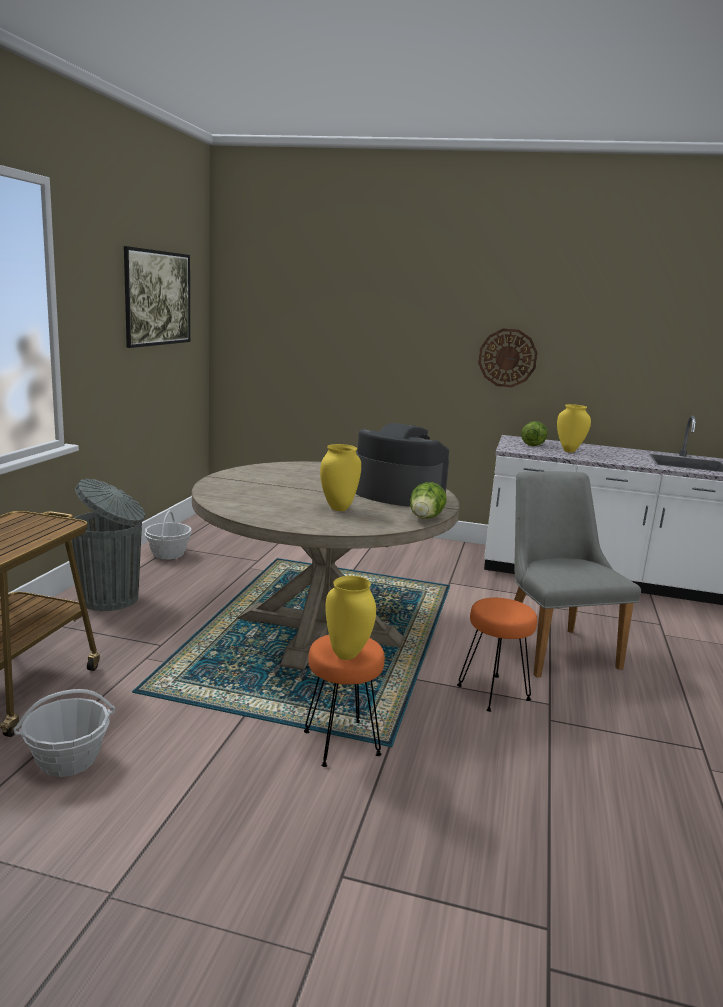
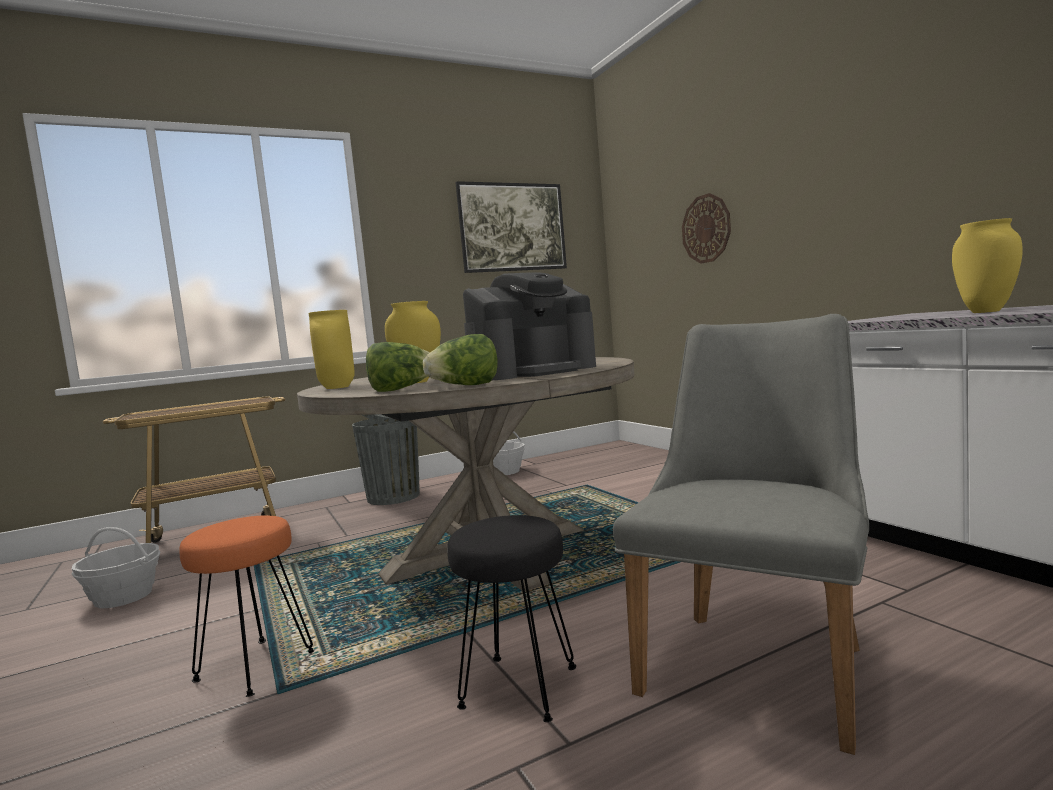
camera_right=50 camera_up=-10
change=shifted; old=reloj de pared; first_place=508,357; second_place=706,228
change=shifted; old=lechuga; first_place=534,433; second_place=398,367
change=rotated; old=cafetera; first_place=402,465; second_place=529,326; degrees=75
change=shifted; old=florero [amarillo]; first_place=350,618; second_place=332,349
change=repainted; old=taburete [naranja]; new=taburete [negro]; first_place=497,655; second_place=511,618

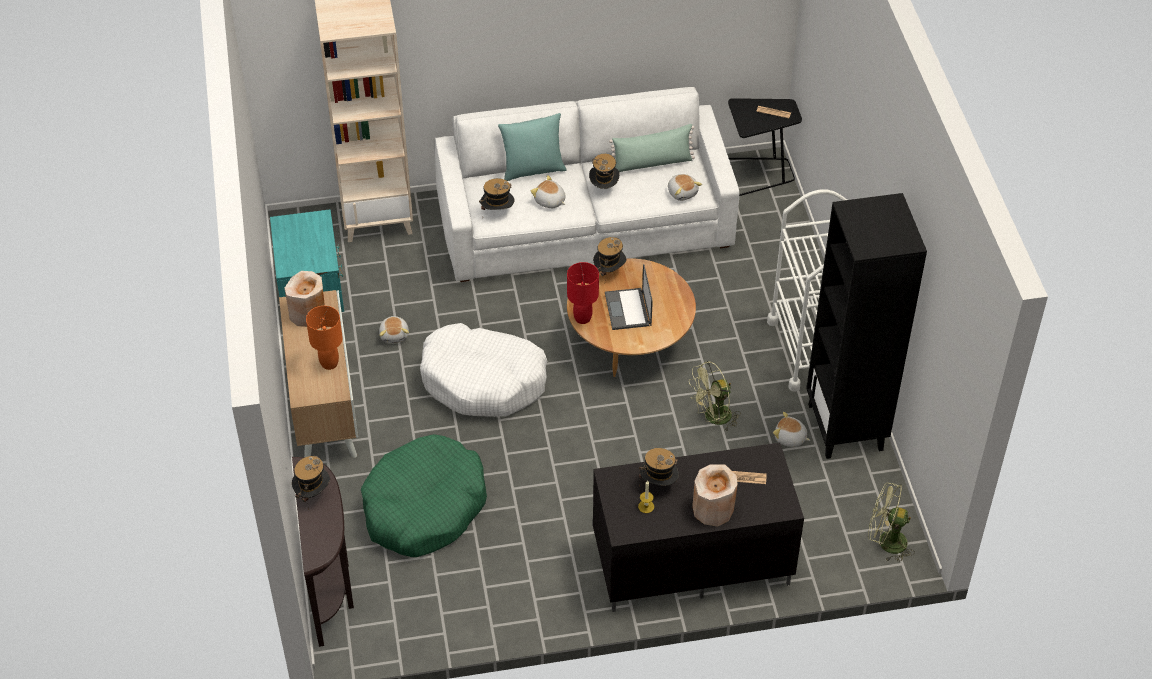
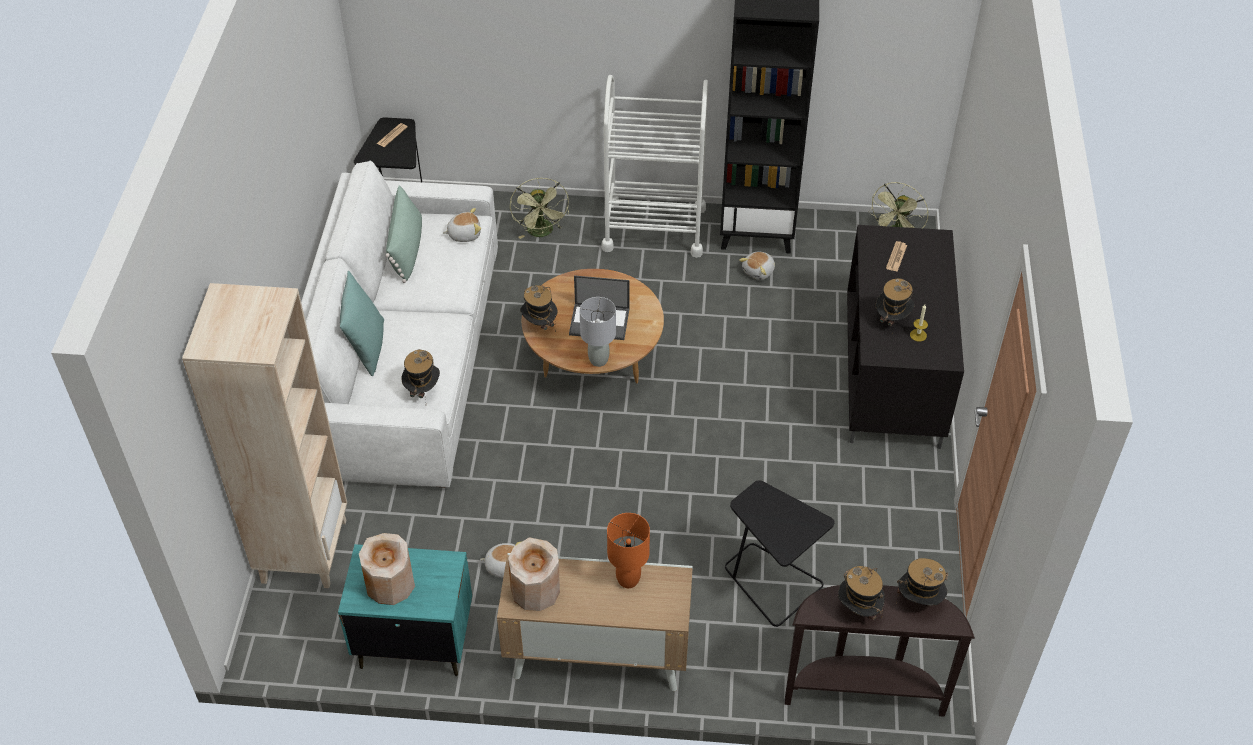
camera_right=-75 camera_up=0
change=shifted; old=sombrero; first_place=604,171; second_place=922,582
change=gone; old=peluche; first_place=548,191
change=repainted; old=lámpara de mesa [rojo]; new=lámpara de mesa [gris]; first_place=583,293; second_place=598,332
change=gone; old=cama para perro [blanco]; first_place=483,370
change=shifted; old=ventilador [verde]; first_place=715,396; second_place=539,208
change=swapped; old=cama para perro [verde]; new=mesa auxiliar [negro]; first_place=424,495; second_place=780,553
change=shifted; old=florero [beis]; first_place=715,495; second_place=387,569

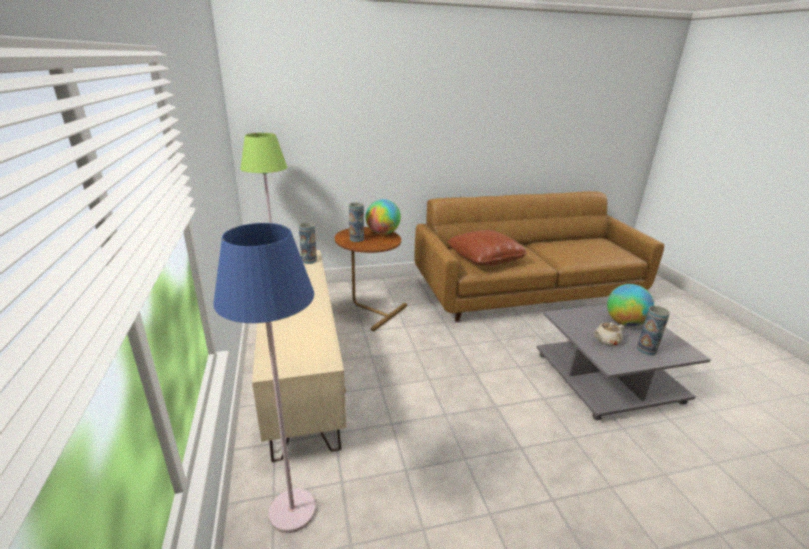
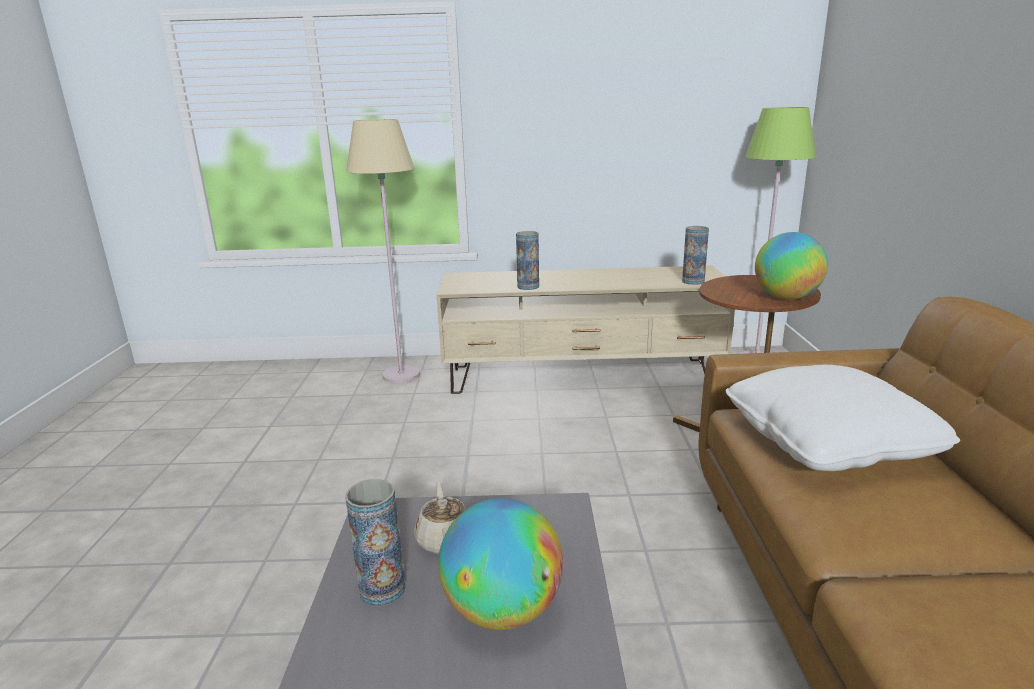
camera_right=105 camera_up=-5
change=shifted; old=florero; first_place=356,222; second_place=527,260
change=repainted; old=lámpara de pie [azul]; new=lámpara de pie [beis]; first_place=264,378; second_place=383,251
change=repainted; old=cojín [marrón]; new=cojín [blanco]; first_place=487,248; second_place=842,418

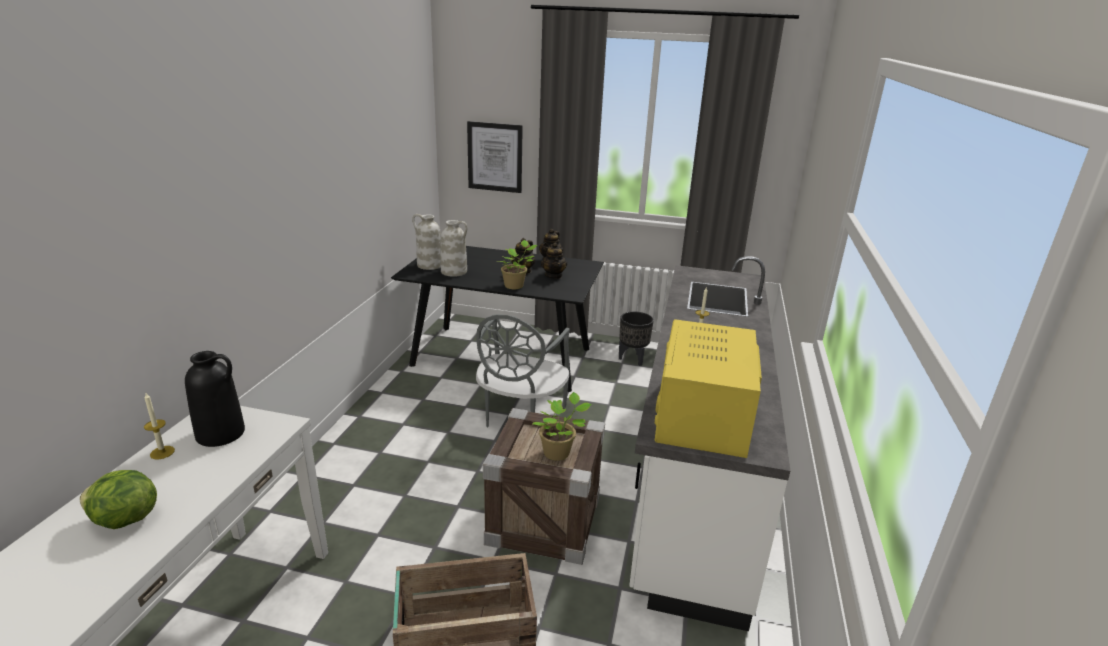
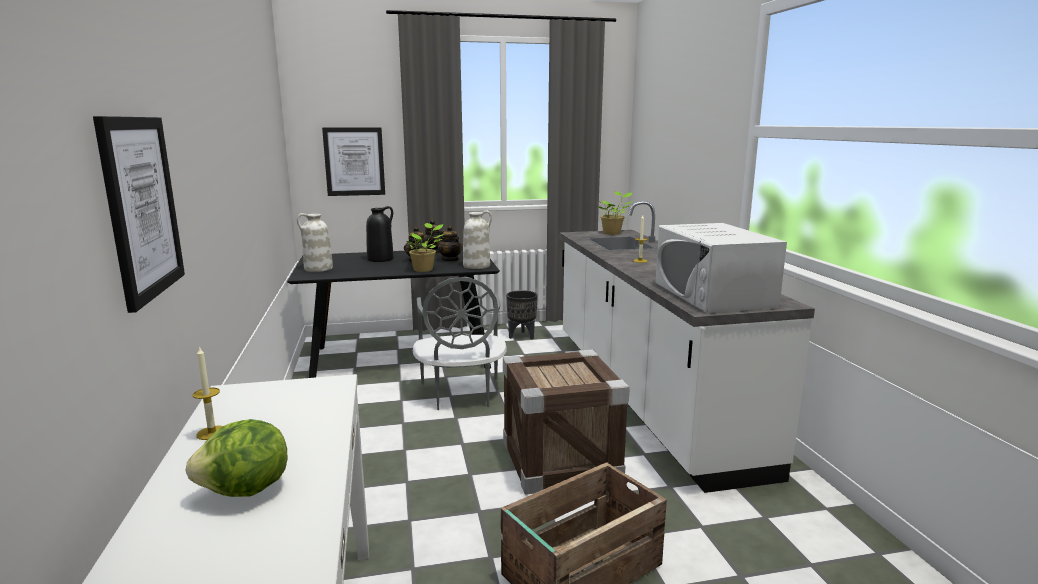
camera_right=-25 camera_up=-10
change=shifted; old=florero [blanco]; first_place=453,248; second_place=477,239
change=repainted; old=microondas [amarillo]; new=microondas [blanco]; first_place=708,388; second_place=721,268
change=shifted; old=florero [negro]; first_place=215,399; second_place=380,234
change=shifted; old=planta en maceta; first_place=562,426; second_place=615,213
change=new; new=cuadro; second_place=139,214

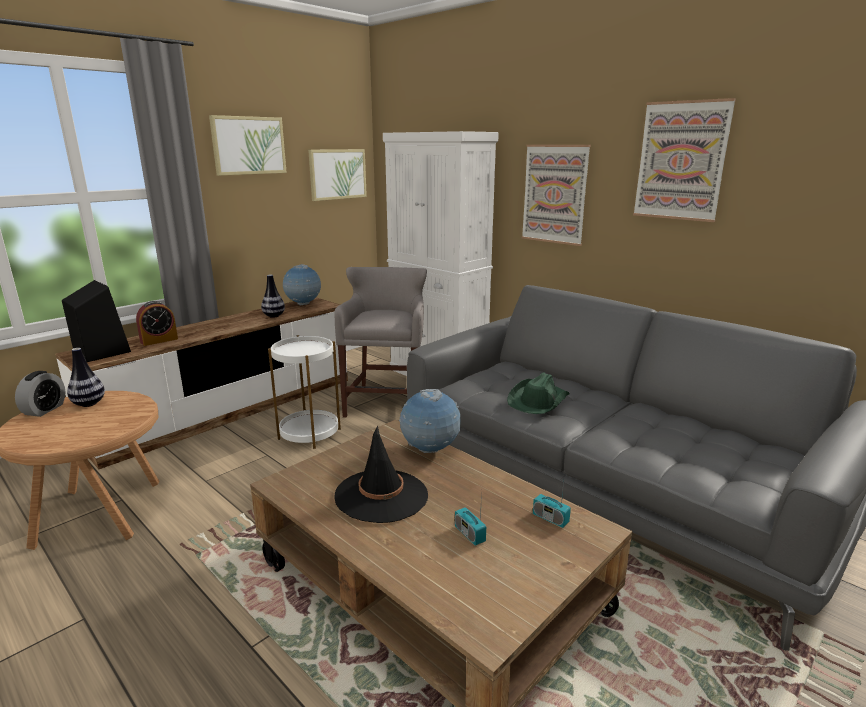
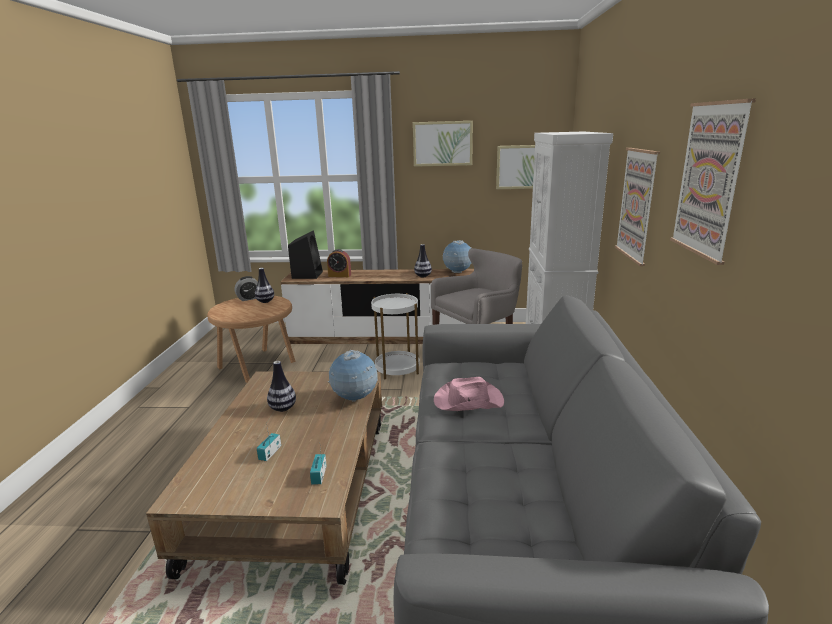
camera_right=50 camera_up=0
change=repainted; old=sombrero [verde]; new=sombrero [rosa]; first_place=538,393; second_place=469,394
change=swapped; old=sombrero [negro]; new=florero; first_place=381,474; second_place=281,386

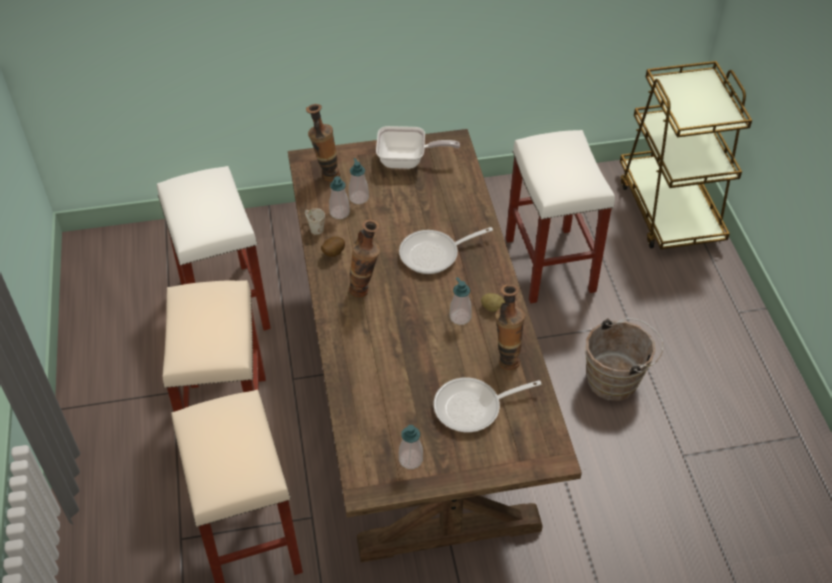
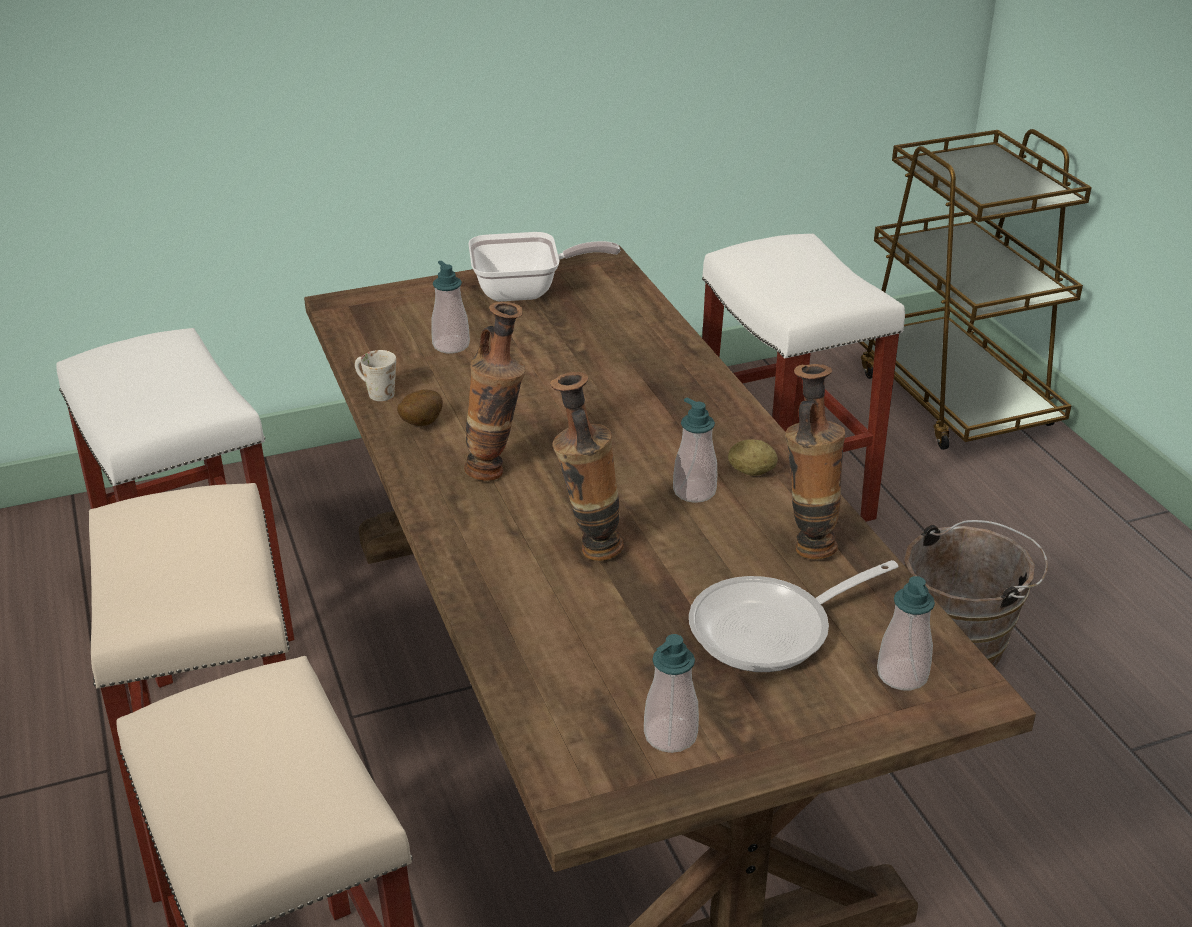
camera_right=-10 camera_up=-15
change=shifted; old=florero; first_place=323,142; second_place=587,466
change=shifted; old=dispensador de jabón; first_place=339,197; second_place=906,633
change=gone; old=sartén; first_place=446,250

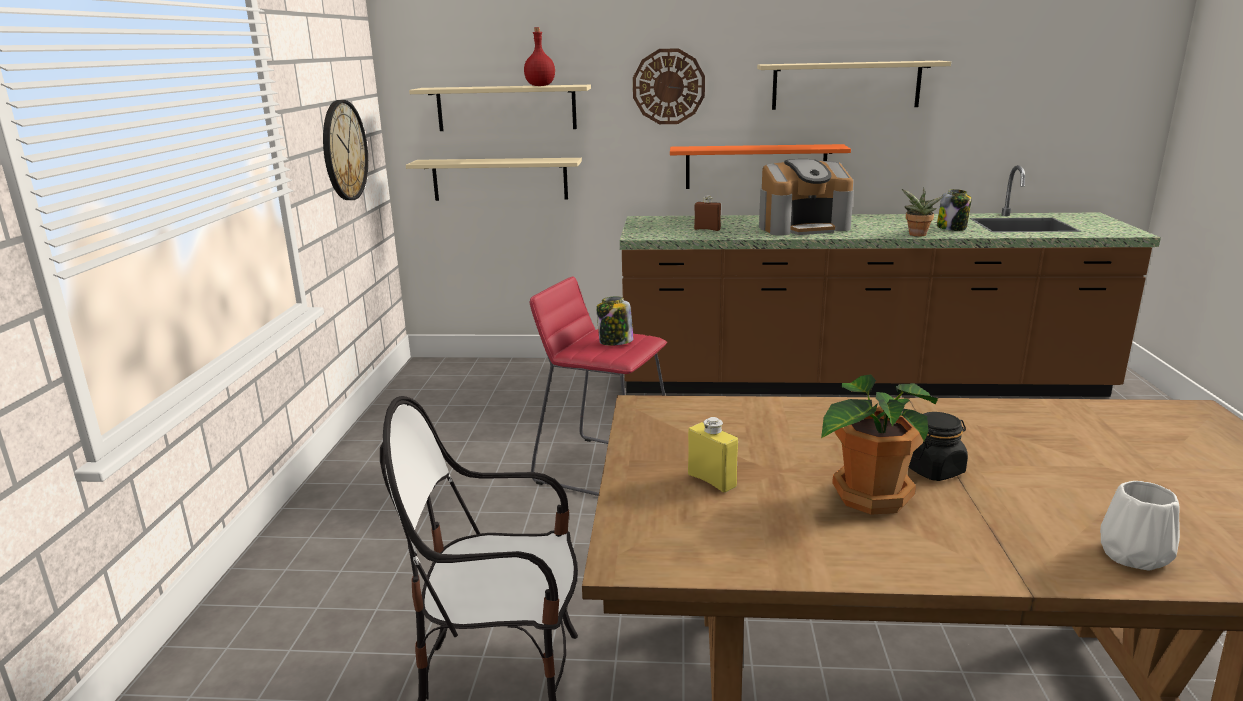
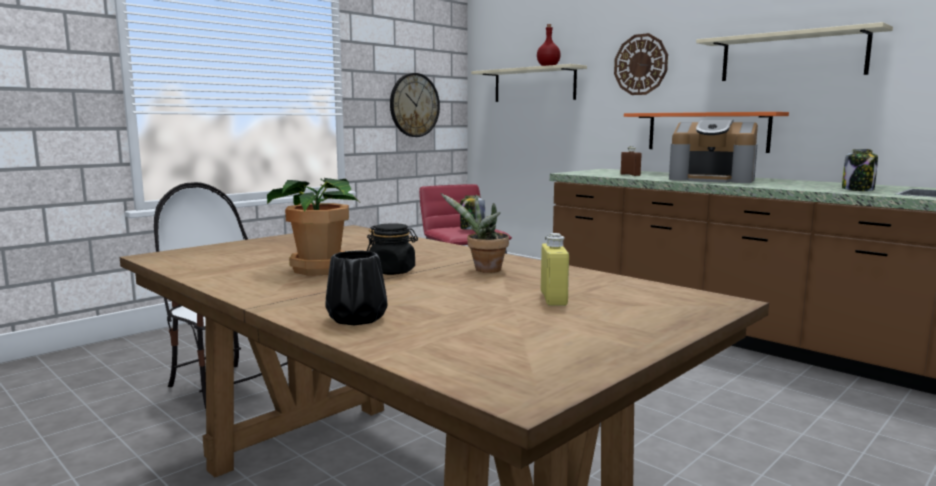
camera_right=40 camera_up=-10
change=gone; old=estante [beis]; first_place=494,179
change=shifted; old=planta en maceta; first_place=923,211; second_place=475,233
change=shifted; old=botella [amarillo]; first_place=713,455; second_place=555,269
change=repainted; old=florero [blanco]; new=florero [negro]; first_place=1140,526; second_place=356,288

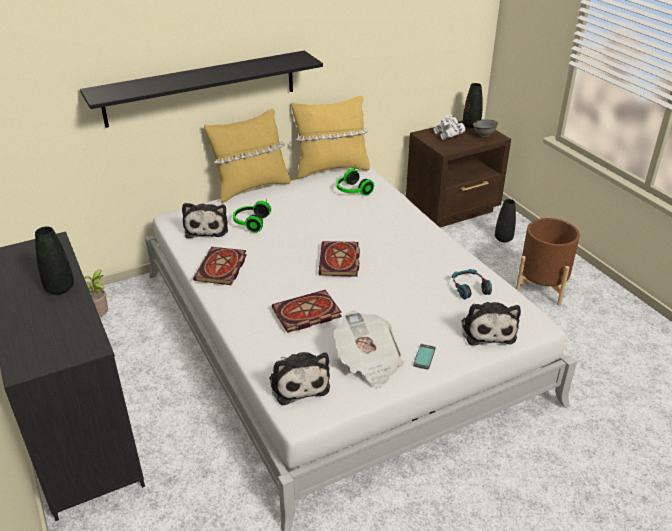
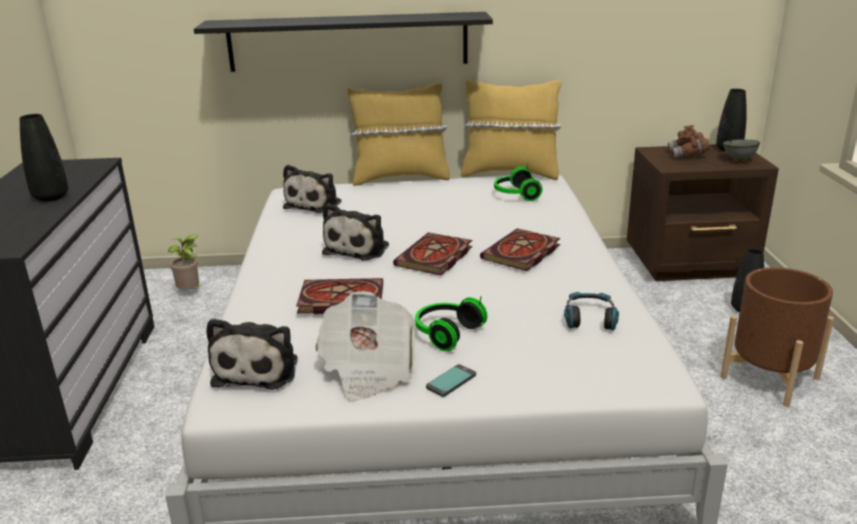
camera_right=25 camera_up=-10
change=repainted; old=prismáticos [blanco]; new=prismáticos [marrón]; first_place=449,127; second_place=689,141
change=shifted; old=auriculares; first_place=252,216; second_place=451,323
change=shifted; old=libro; first_place=220,266; second_place=520,249
change=shifted; old=peluche; first_place=491,323; second_place=355,231

